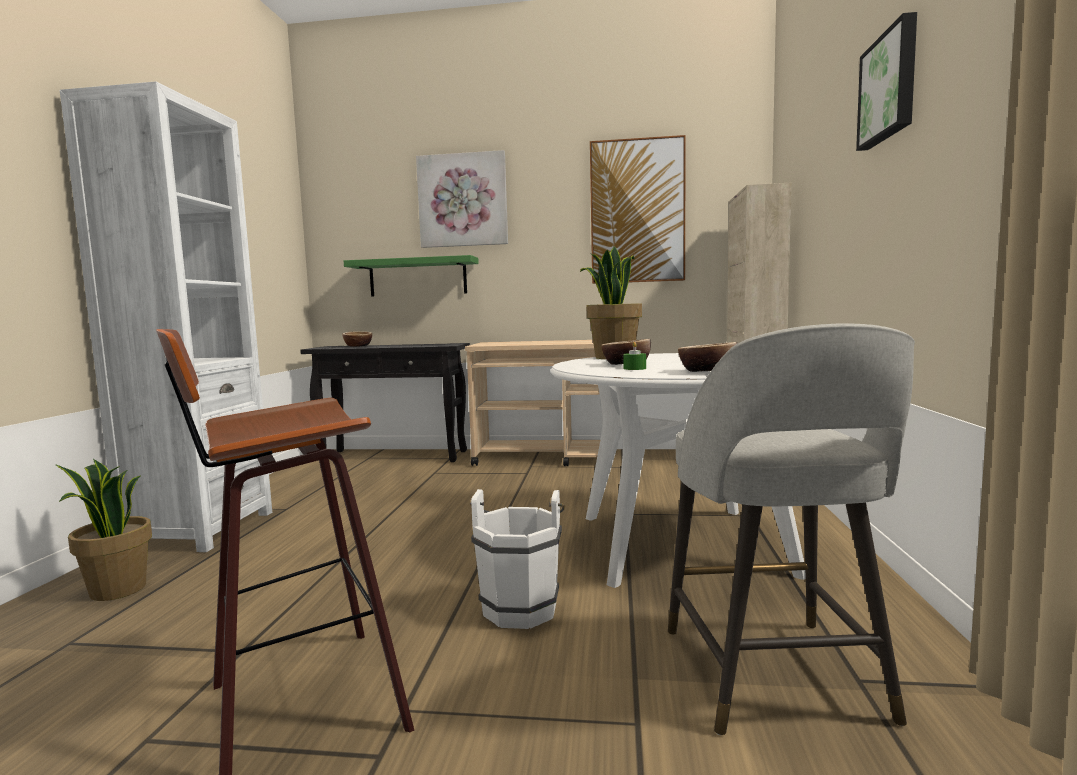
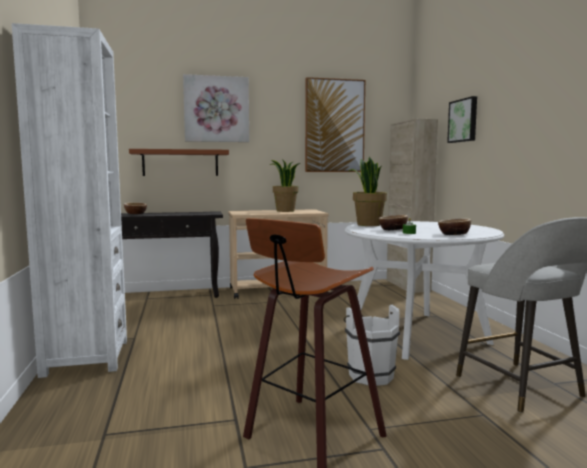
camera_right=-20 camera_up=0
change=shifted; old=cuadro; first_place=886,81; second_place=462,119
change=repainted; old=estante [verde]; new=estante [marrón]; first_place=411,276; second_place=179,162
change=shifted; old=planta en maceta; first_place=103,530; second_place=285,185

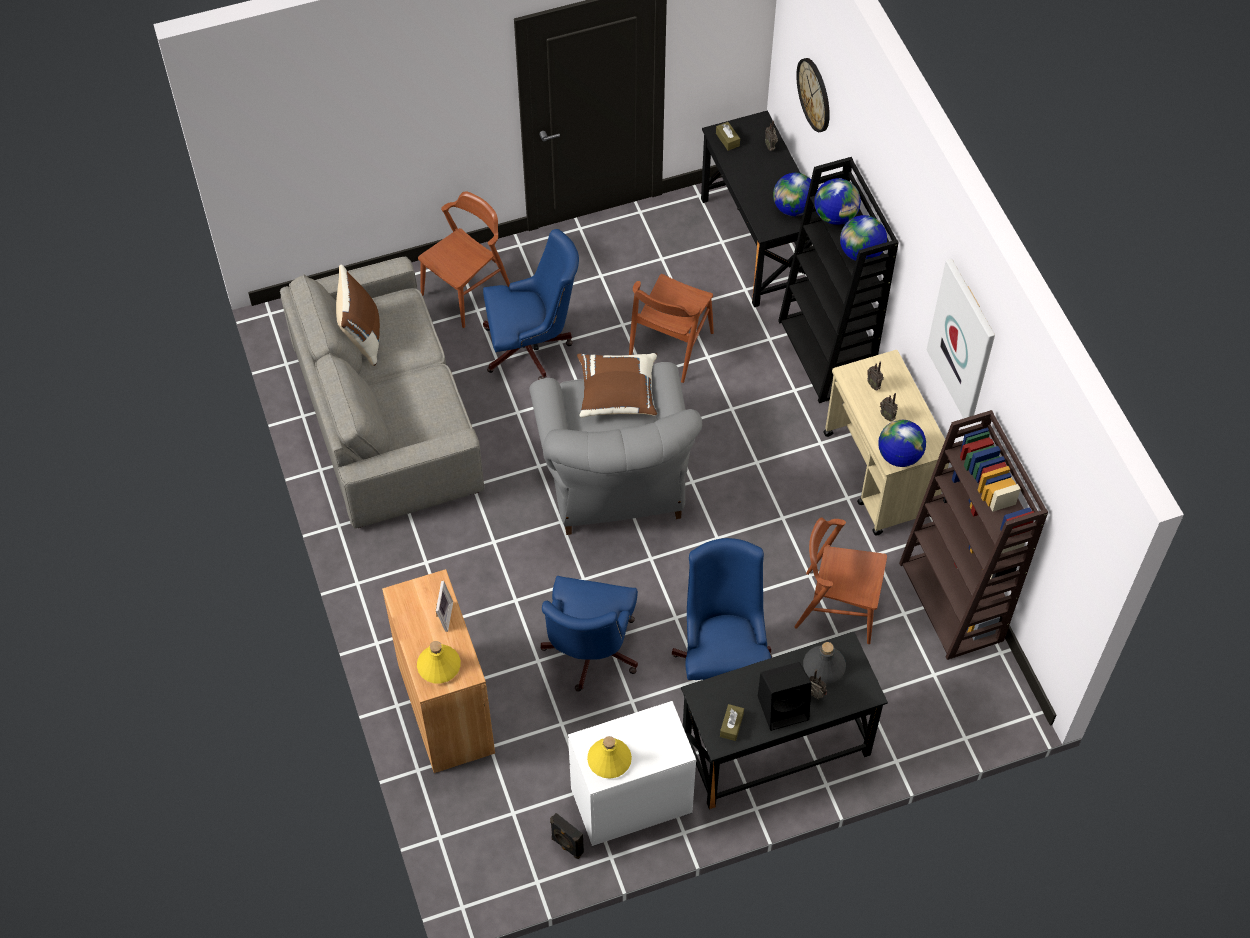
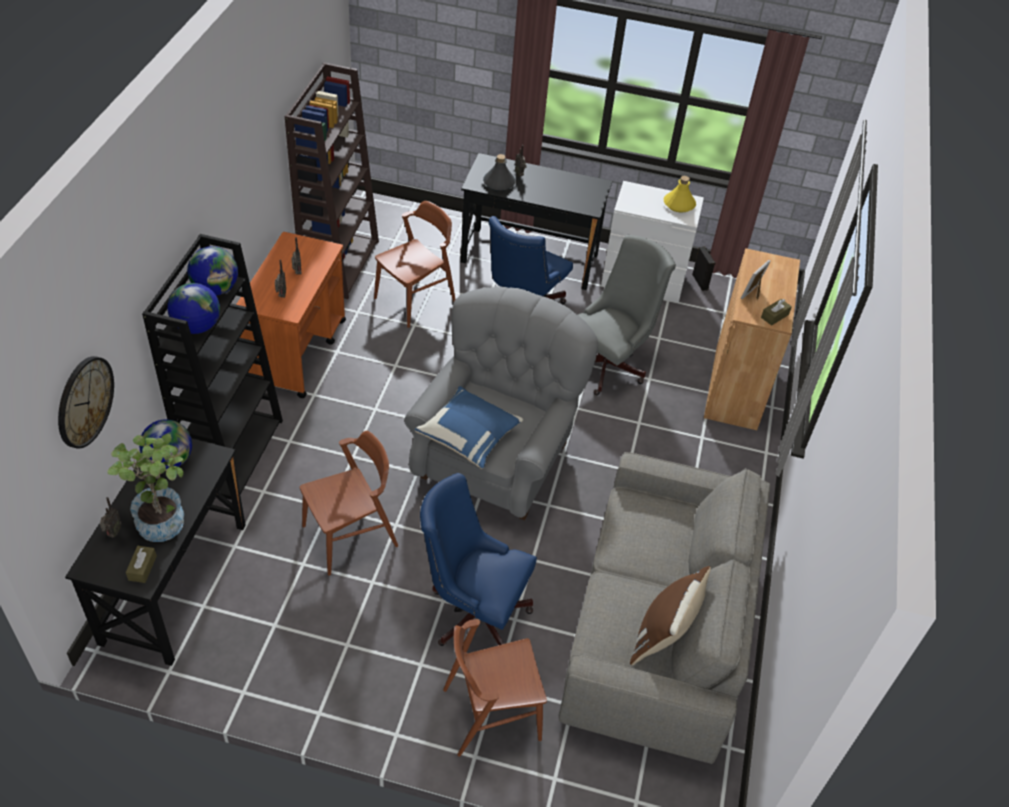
camera_right=-150 camera_up=-10
change=gone; old=cuadro; first_place=961,339
change=repainted; old=carrito [beis]; new=carrito [naranja]; first_place=886,443; second_place=291,315
change=repainted; old=cojín [marrón]; new=cojín [azul]; first_place=617,385; second_place=469,427
change=gone; old=globo terráqueo; first_place=902,443
change=rotated; old=silla [marrón]; first_place=840,580; second_place=415,264; degrees=-90
change=repainted; old=silla de oficina [azul]; new=silla de oficina [gris]; first_place=589,634; second_place=627,315
change=gone; old=botella [amarillo]; first_place=439,662
change=gone; old=altavoz [negro]; first_place=785,696
change=shifted; old=caja de pañuelos [marrón]; first_place=732,722; second_place=776,312
change=new; new=planta en maceta; second_place=145,488

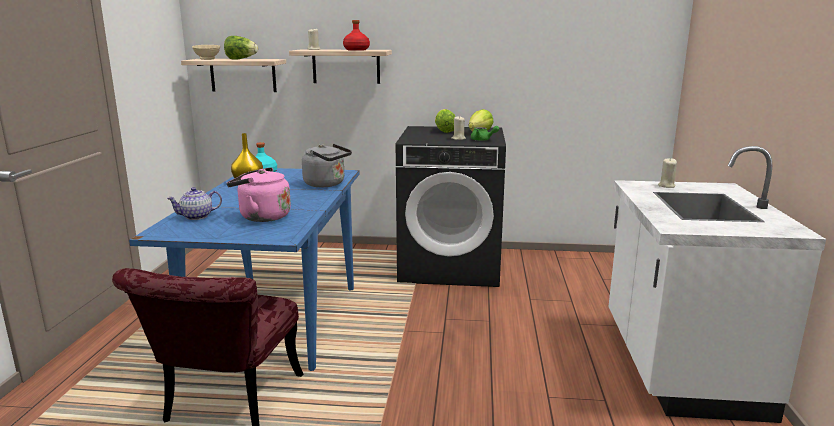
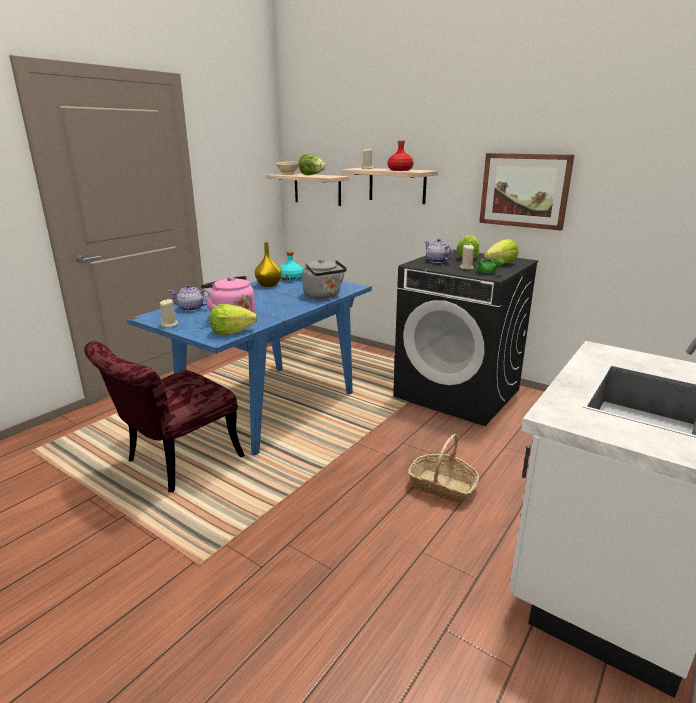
camera_right=30 camera_up=5
change=shifted; old=vela [beis]; first_place=667,173; second_place=169,313
change=new; new=cuadro; second_place=526,191
change=new; new=tetera; second_place=439,251
change=new; new=lechuga; second_place=233,319
change=new; new=cesta; second_place=443,468

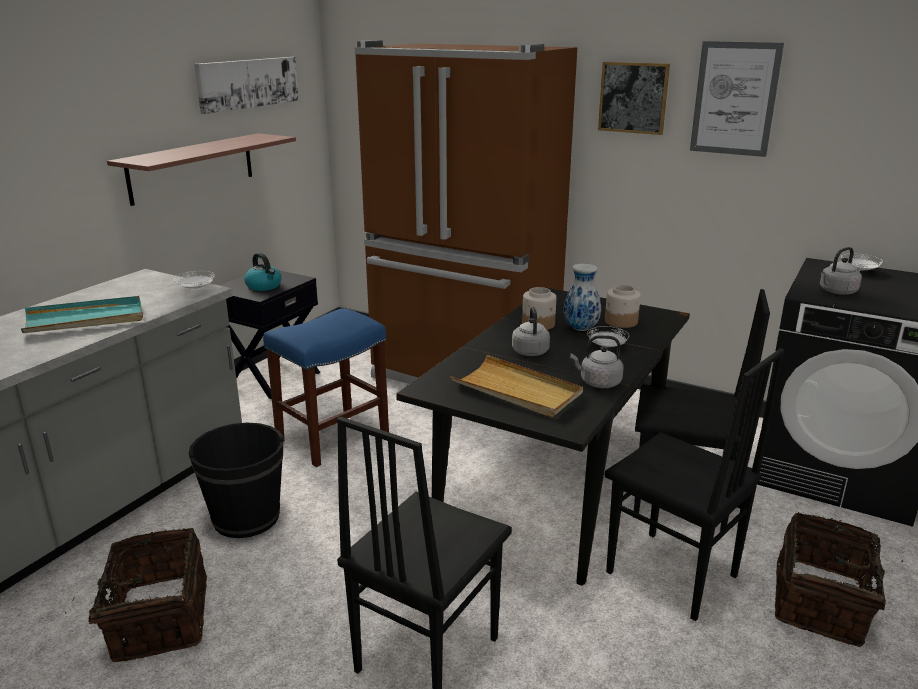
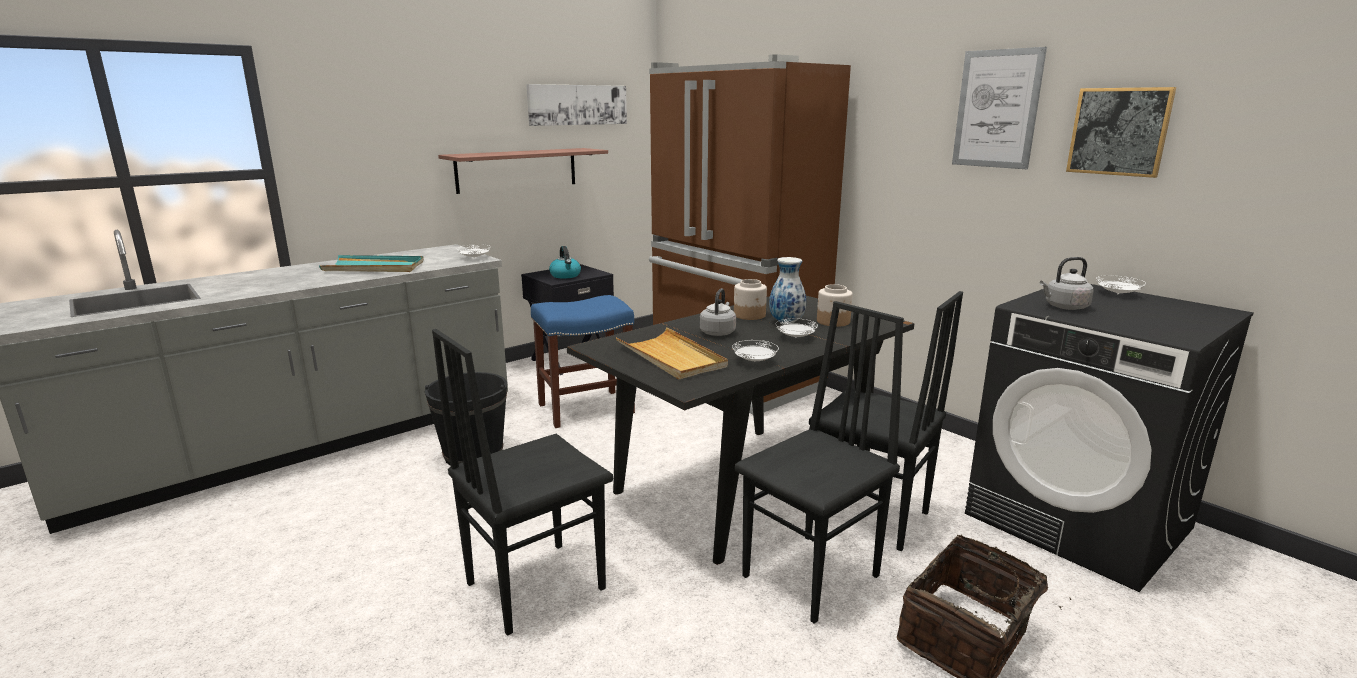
camera_right=20 camera_up=-5
change=shifted; old=cuadro; first_place=634,98; second_place=1121,132
change=swapped; old=hervidor [gris]; new=plato [blanco]; first_place=597,361; second_place=755,351
change=rotated; old=silla [negro]; first_place=694,484; second_place=819,462; degrees=-105
change=gone; old=cesta; first_place=136,595

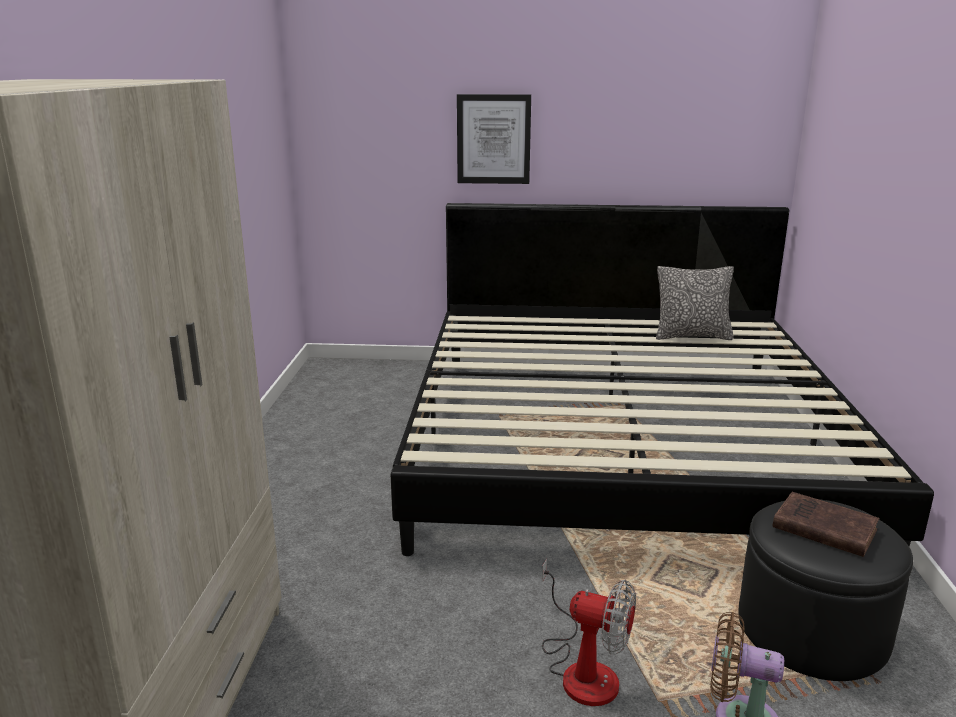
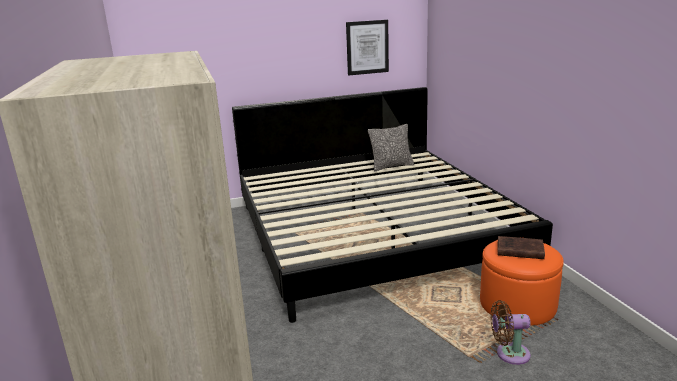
camera_right=-20 camera_up=0
change=shifted; old=cuadro; first_place=494,139; second_place=367,48
change=repainted; old=puf [negro]; new=puf [naranja]; first_place=826,590; second_place=522,281
change=gone; old=ventilador; first_place=589,632

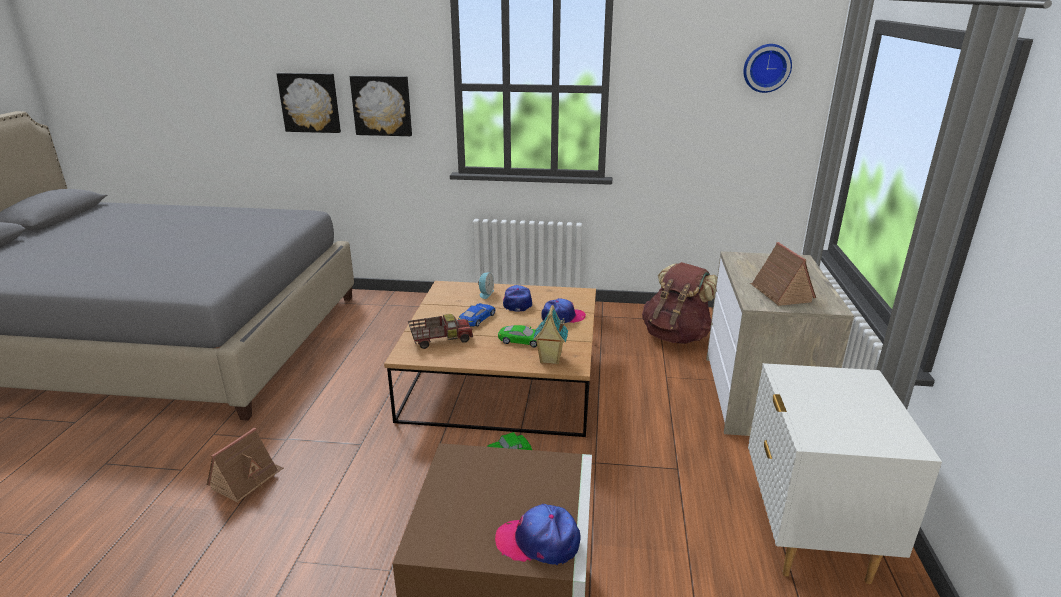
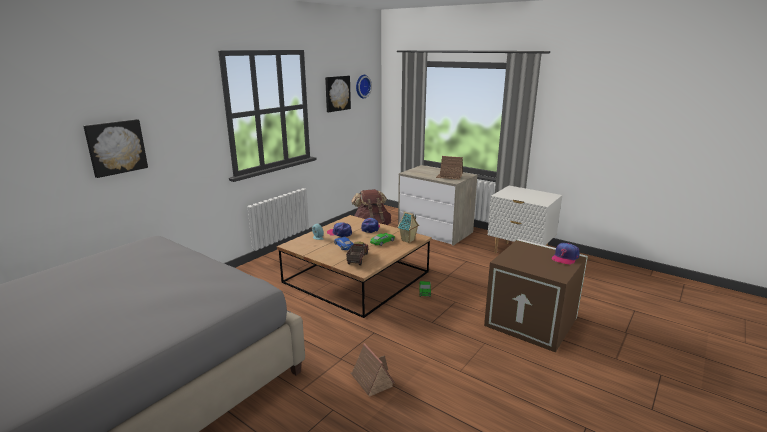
camera_right=-60 camera_up=-5
change=shifted; old=cuadro; first_place=381,106; second_place=338,94

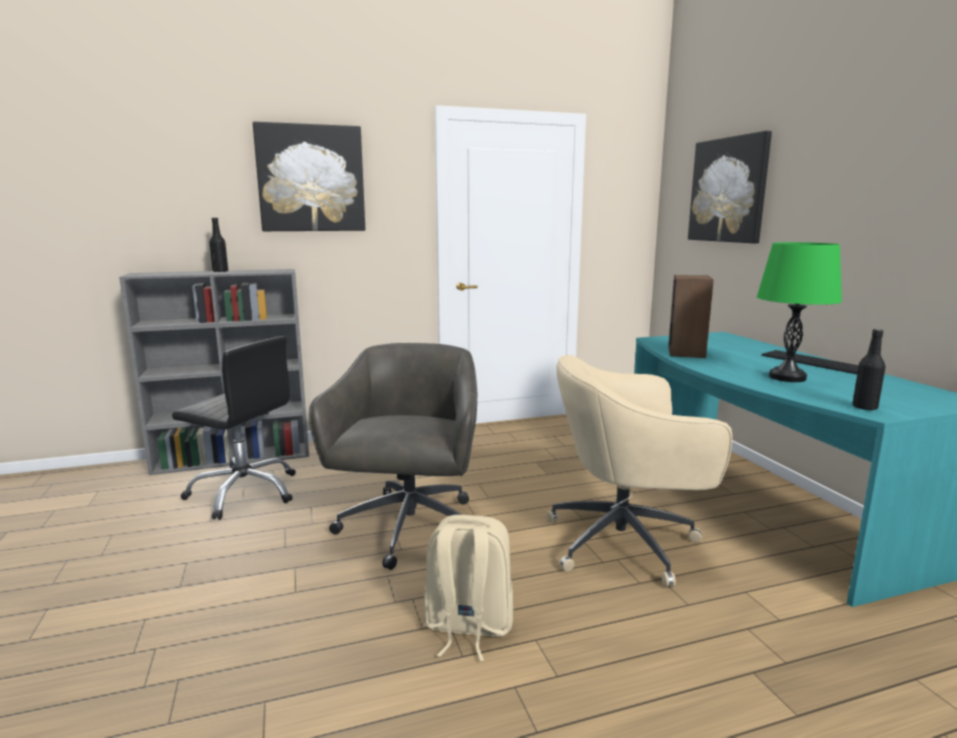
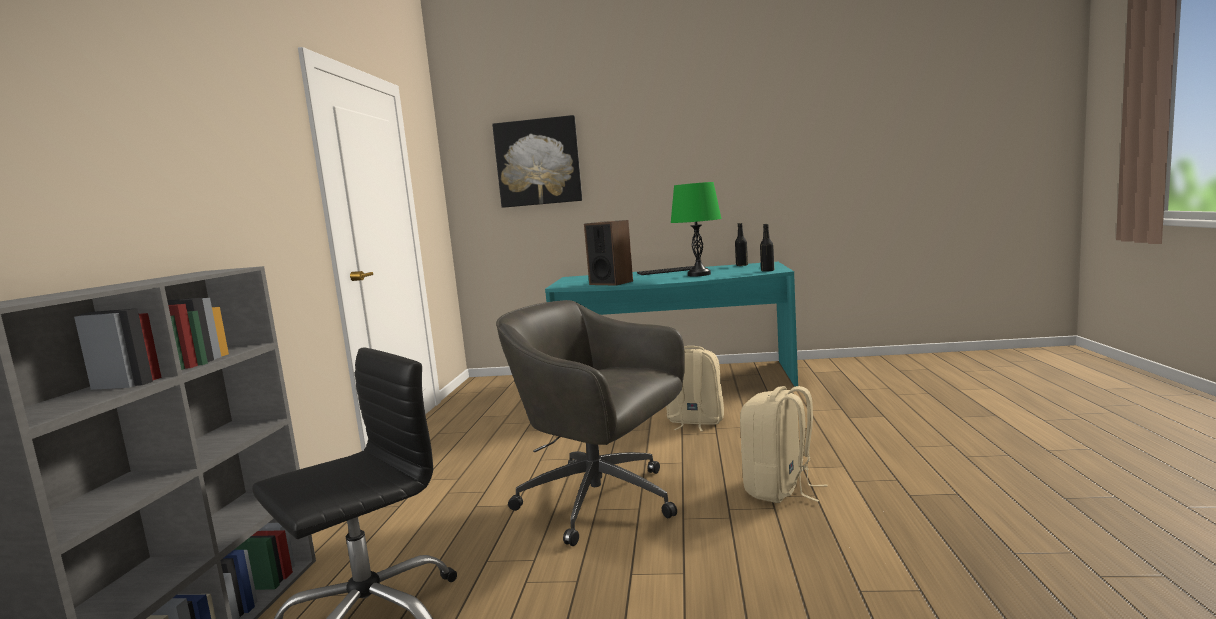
camera_right=-65 camera_up=-5
change=gone; old=cuadro; first_place=309,176
change=shifted; old=botella [negro]; first_place=218,245; second_place=741,244
change=swapped; old=silla de oficina [beis]; new=mochila [beis]; first_place=639,471; second_place=695,388

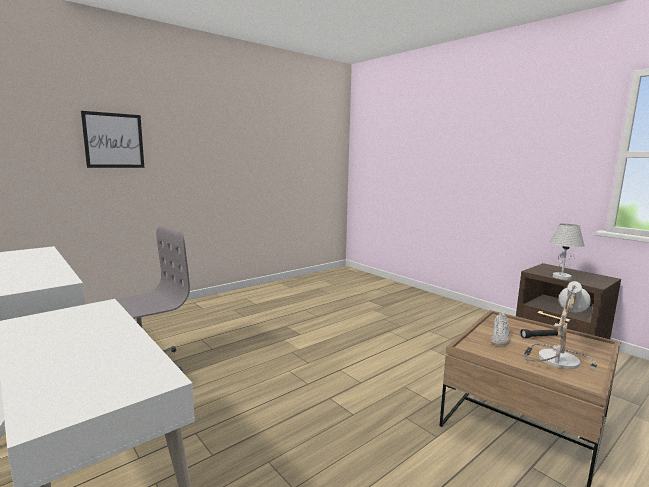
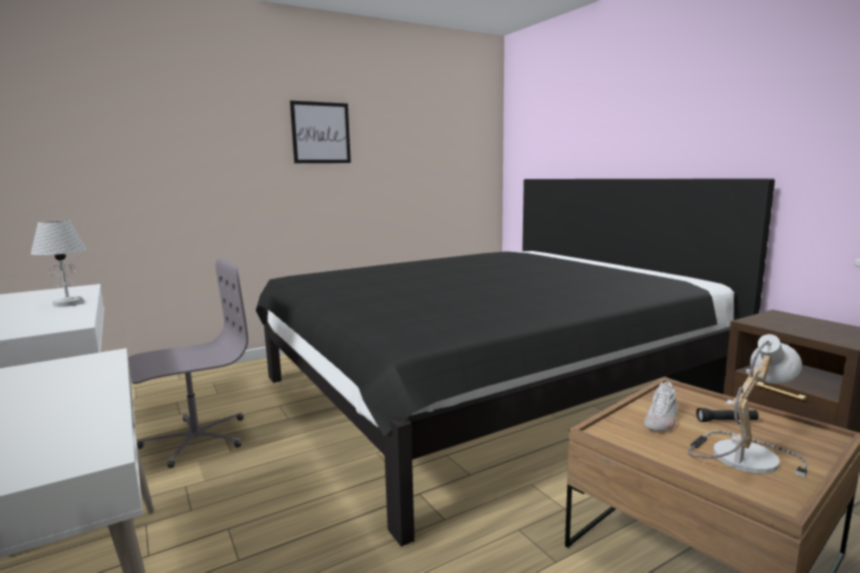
camera_right=10 camera_up=0
change=shifted; old=cuadro; first_place=112,139; second_place=320,131
change=shifted; old=lámpara de mesa [blanco]; first_place=567,251; second_place=59,263
change=new; new=cama [negro]; second_place=515,362

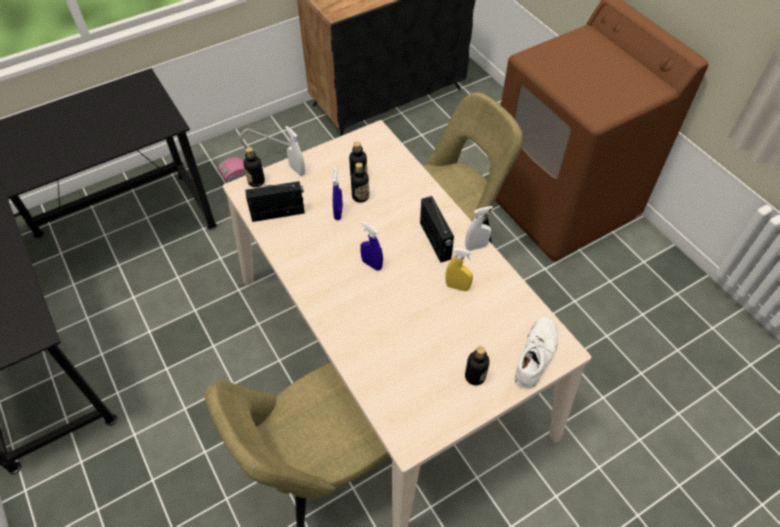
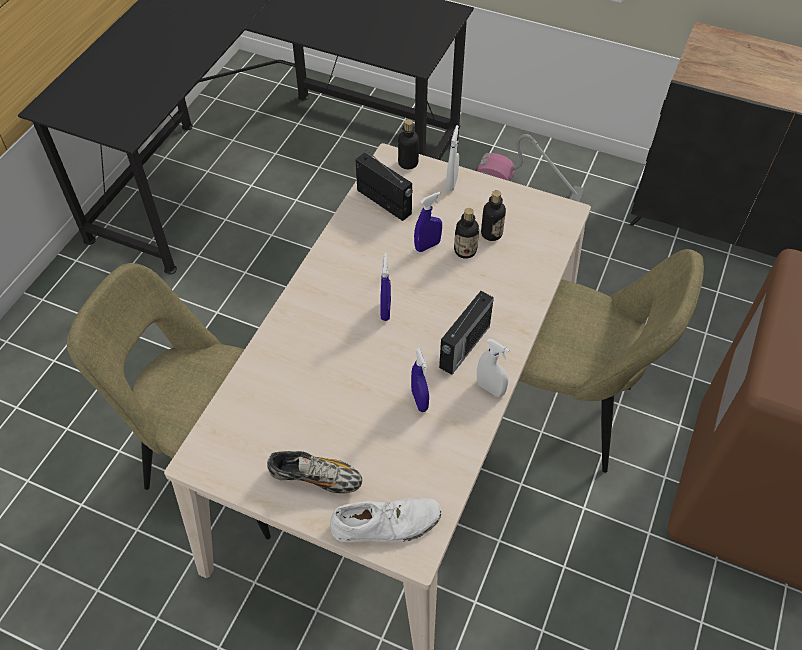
camera_right=55 camera_up=0
change=repainted; old=pulverizador [amarillo]; new=pulverizador [azul]; first_place=459,269; second_place=420,380
change=swapped; old=botella; new=zapato; first_place=477,365; second_place=314,472

